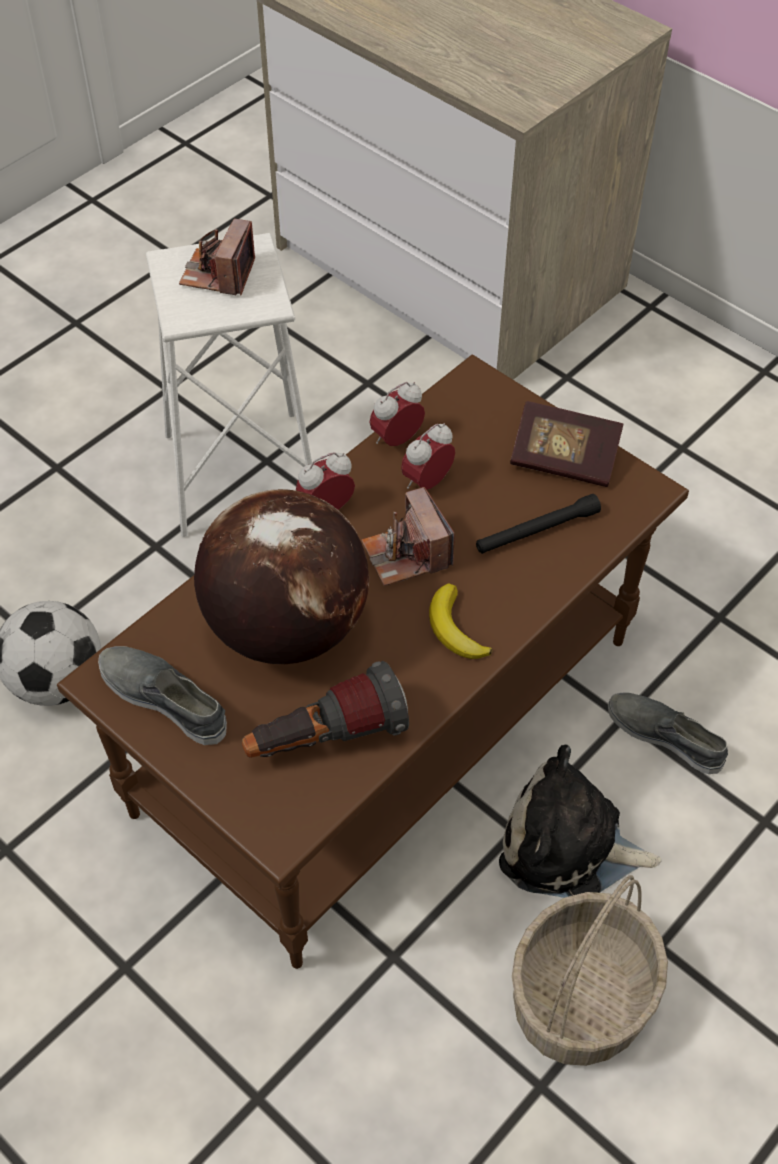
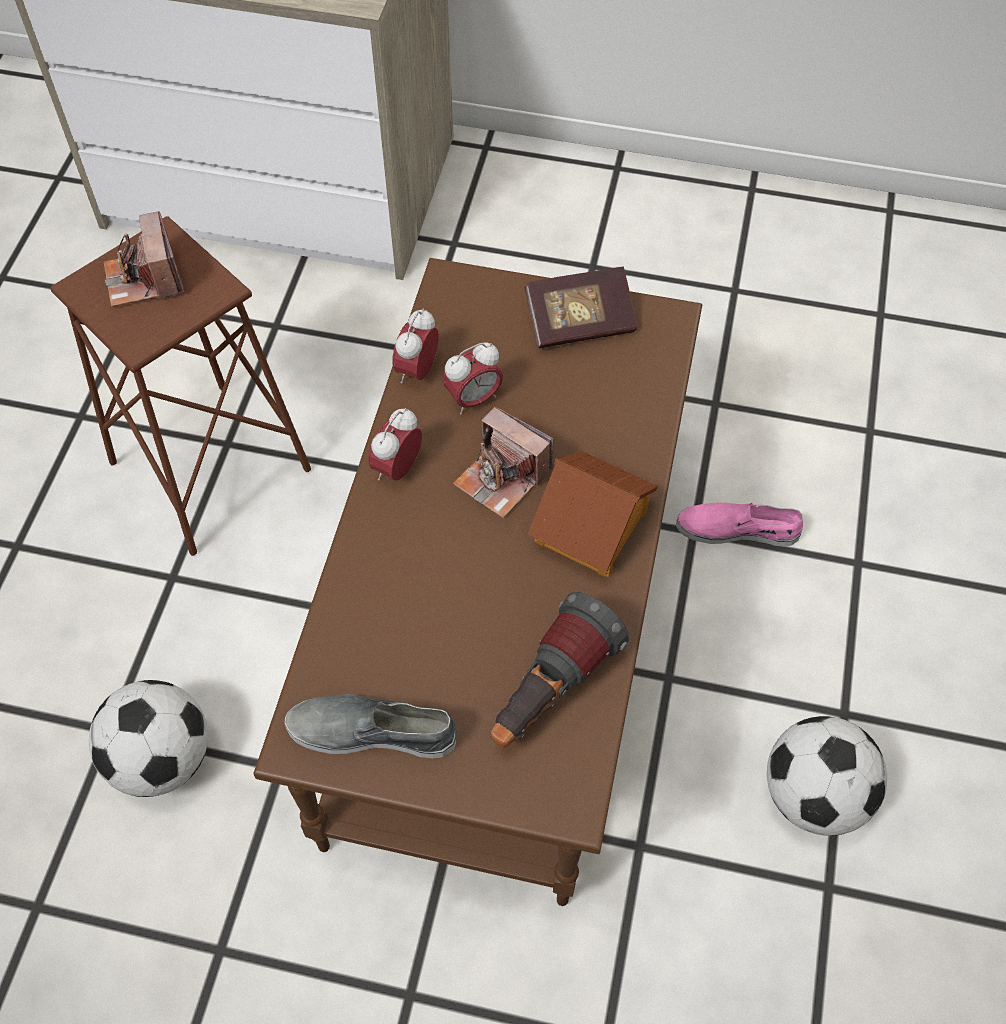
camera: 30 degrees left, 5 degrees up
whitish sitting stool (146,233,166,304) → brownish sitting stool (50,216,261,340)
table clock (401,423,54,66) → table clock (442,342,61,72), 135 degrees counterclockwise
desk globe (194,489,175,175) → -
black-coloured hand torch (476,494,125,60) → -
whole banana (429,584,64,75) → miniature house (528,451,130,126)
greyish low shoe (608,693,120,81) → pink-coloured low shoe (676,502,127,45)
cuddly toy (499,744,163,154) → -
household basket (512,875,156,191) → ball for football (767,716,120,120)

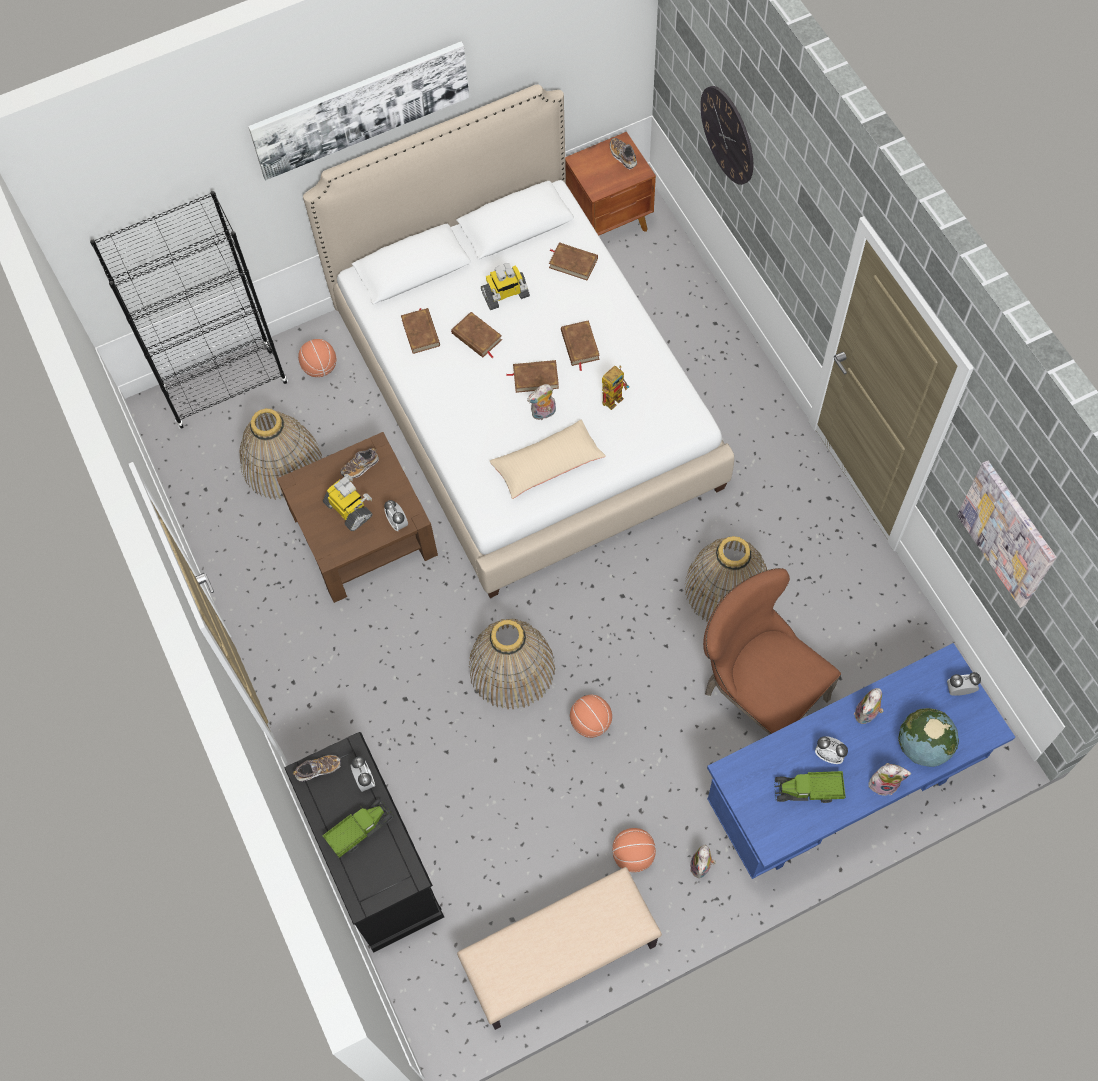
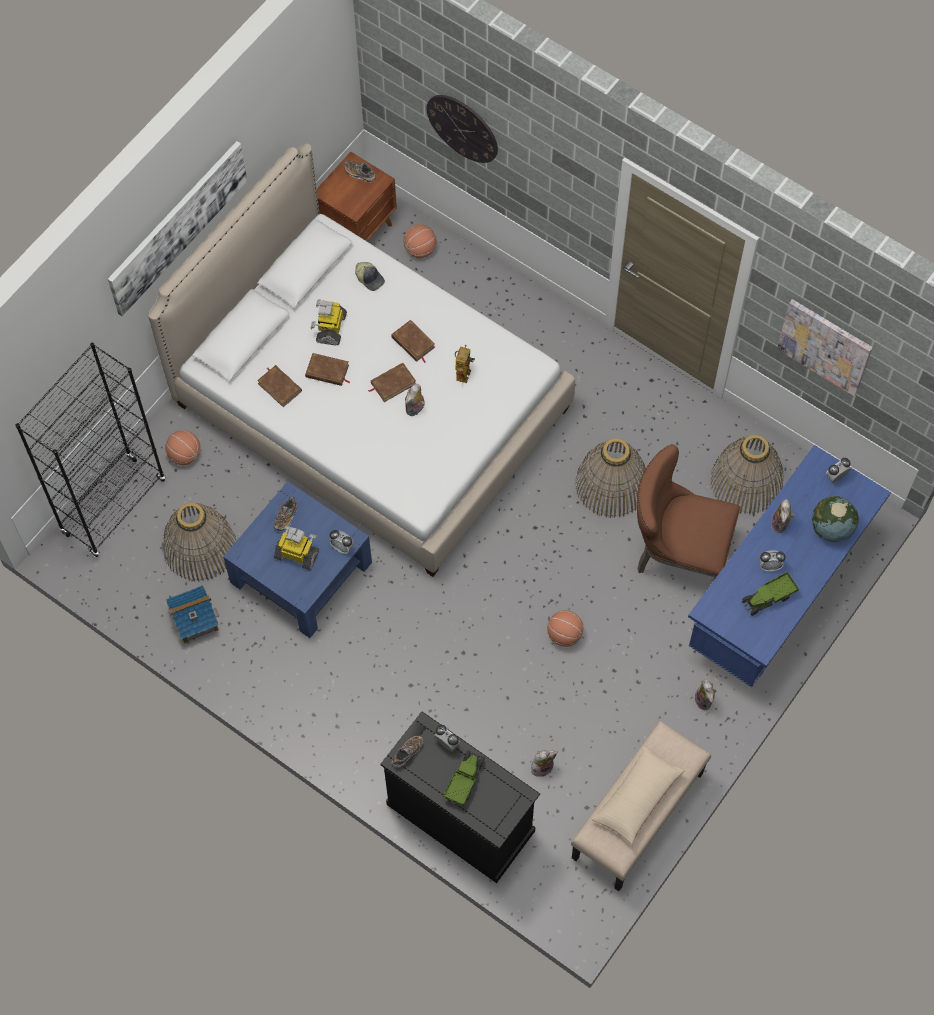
camera: 30 degrees left, 0 degrees up
brownish book (549,242,49,39) → peaked cap (355,262,30,29)
toy robot (481,263,49,47) → toy robot (311,299,36,46), 150 degrees clockwise
beige-coloured cushion (490,420,116,79) → beige-coloured cushion (591,746,94,99), moved
brownish low table (277,432,161,171) → bluish low table (223,481,149,157)
household basket (469,619,86,91) → household basket (710,435,74,79), moved
cuddly toy (869,763,42,33) → cuddly toy (531,750,26,27), moved
ball for basketball (612,828,44,44) → ball for basketball (403,224,33,34), moved
- → miniature house (166,585,53,58)

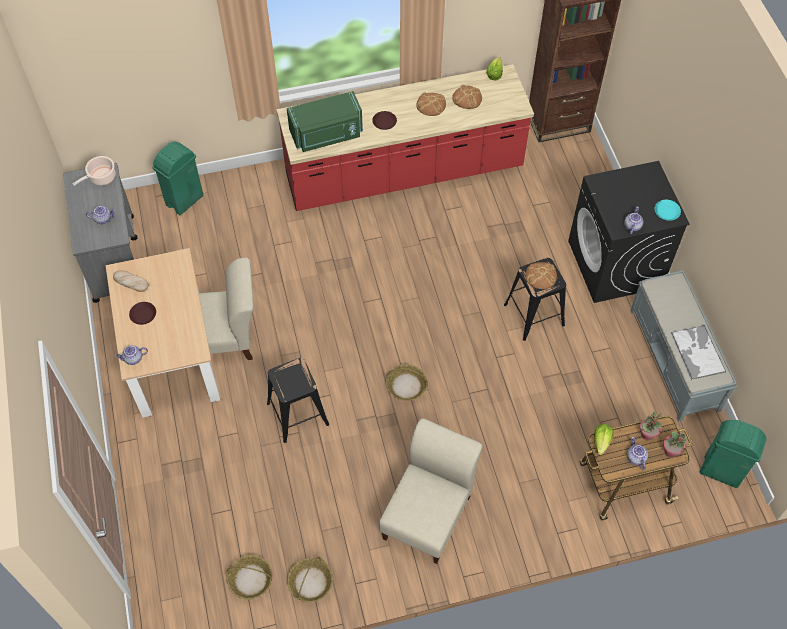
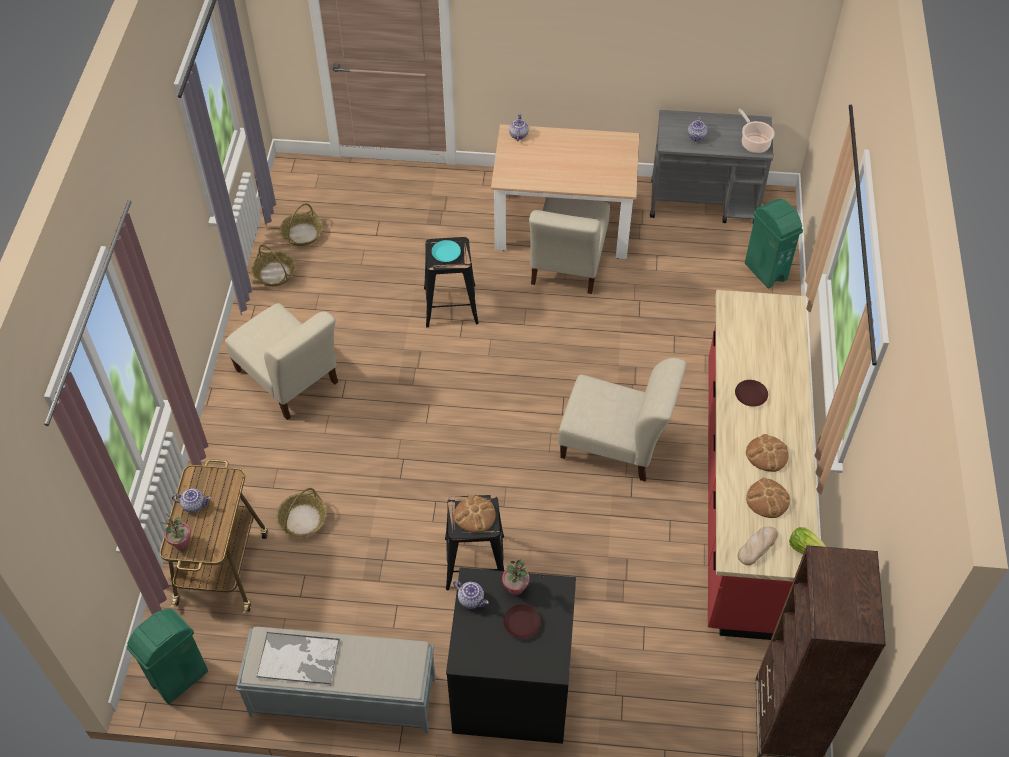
camera: 110 degrees right, 5 degrees down
green microwave (287,91,76,61) → -
turquoise dinner plate (655,200,26,21) → turquoise dinner plate (432,240,29,22), moved
baked bread (113,270,36,22) → baked bread (738,527,40,38), moved
brownish dinner plate (129,302,27,23) → brownish dinner plate (503,604,38,35), moved
household basket (386,364,41,37) → household basket (276,488,51,49), moved
houseplant (640,411,22,29) → houseplant (502,559,27,36), moved
lettuce (593,424,21,31) → -
- → beige-coloured chair (558,358,128,123)

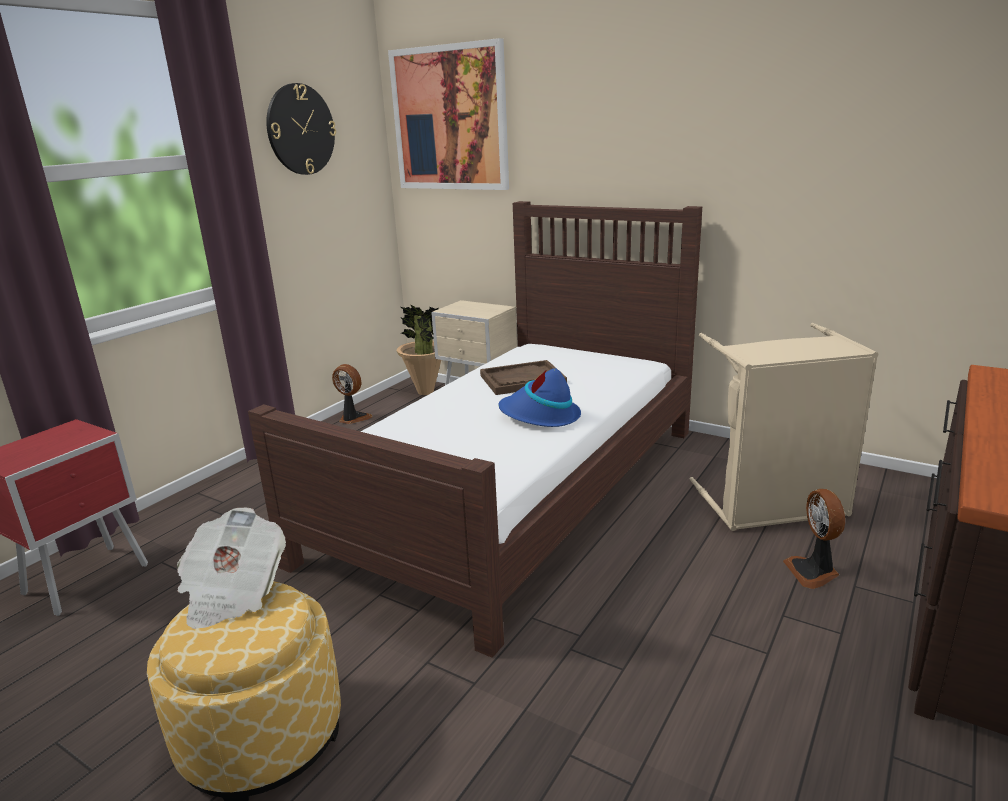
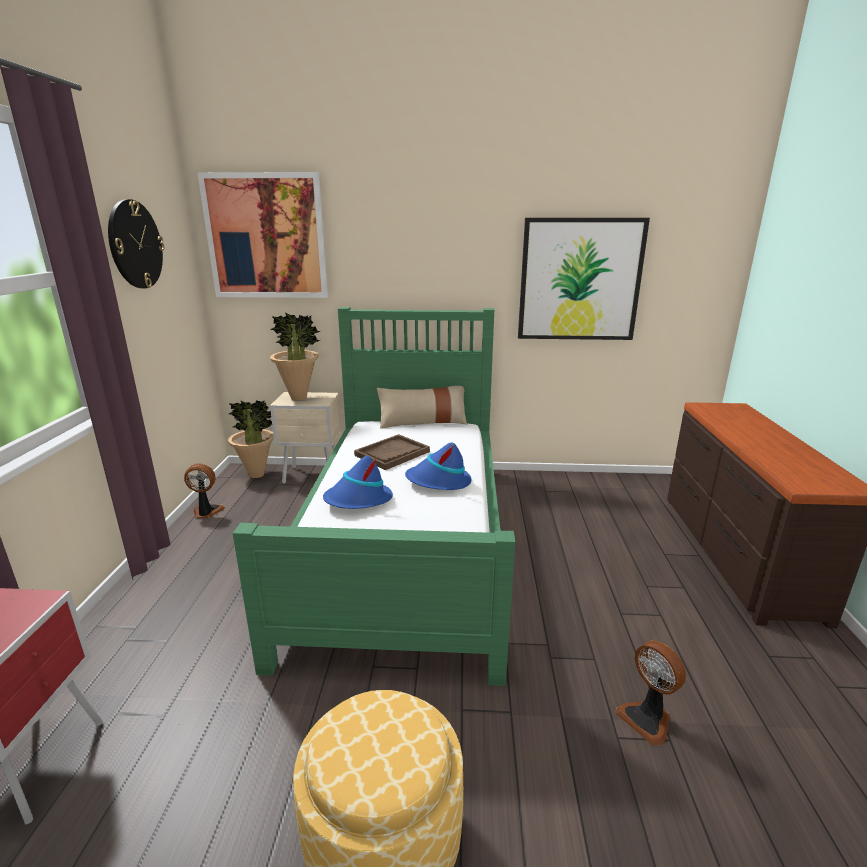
camera: 30 degrees left, 0 degrees up
brownish bed (248,201,454,457) → green bed (233,307,282,379)
beige-coloured hamper (690,323,188,208) → -
cooling fan (783,489,62,100) → cooling fan (616,640,70,106), moved
newspaper (176,507,110,122) → -
- → picture (518,218,132,122)
- → houseplant (270,313,50,88)
- → beige-coloured cushion (377,386,90,43)
- → bluish clothing hat (323,456,70,53)

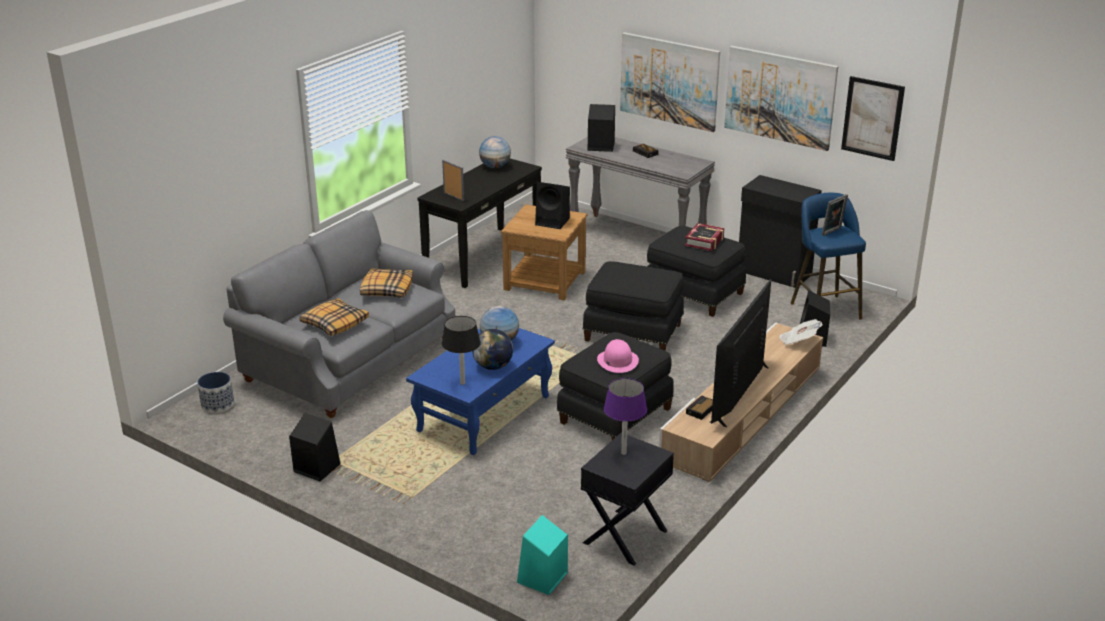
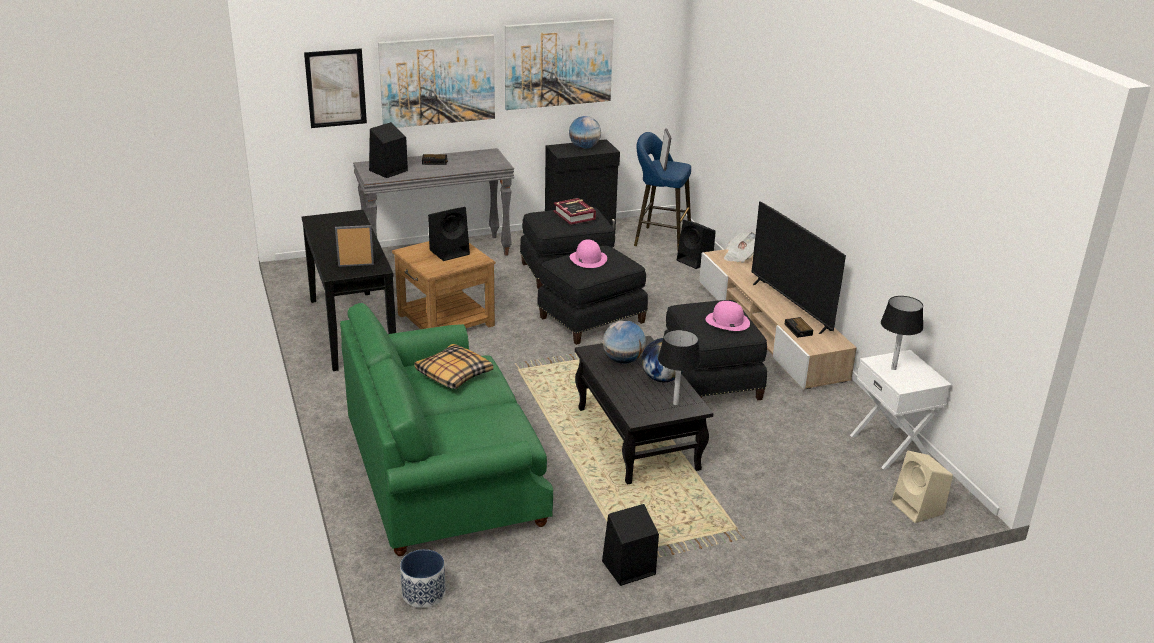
camera: 55 degrees left, 0 degrees up
picture (841,76,64,85) → picture (304,49,63,79), moved
desk globe (479,136,32,32) → desk globe (569,116,32,33), moved
greyish couch (223,210,232,208) → green couch (340,303,213,253)
cushion (300,298,69,38) → -
bluish low table (406,328,149,127) → black-coloured low table (575,336,138,149)
purple lamp for a table (604,378,43,77) → black-coloured lamp for a table (881,296,42,74)
black-coloured night table (581,433,93,133) → whitish night table (850,350,101,119)
turquoise audio speaker (517,515,51,80) → beige-coloured audio speaker (891,451,62,72)
- → pink-coloured clothing hat (570,239,37,29)

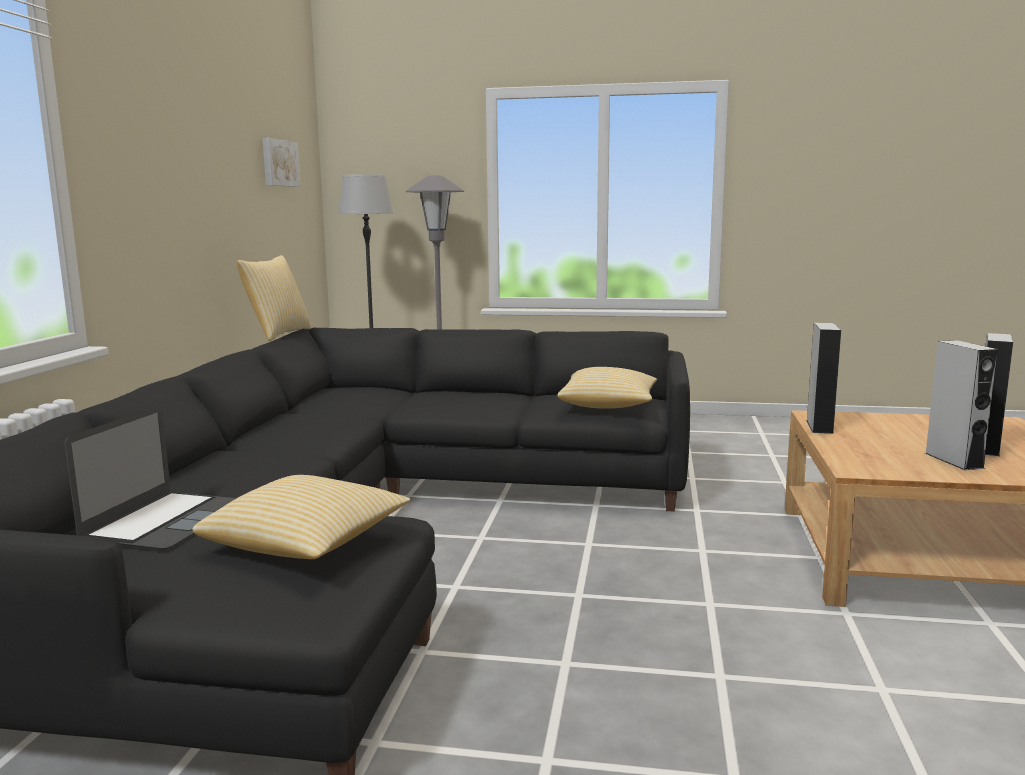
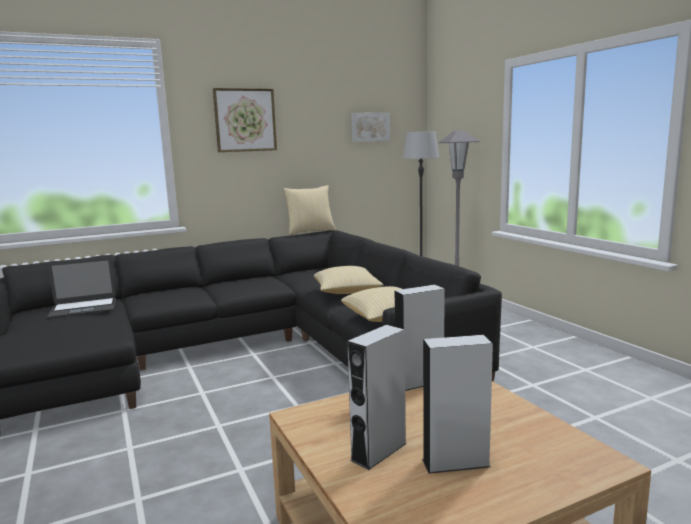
camera: 55 degrees right, 0 degrees up
cushion (192,475,219,84) → cushion (314,266,70,28), moved
- → picture (213,88,64,64)

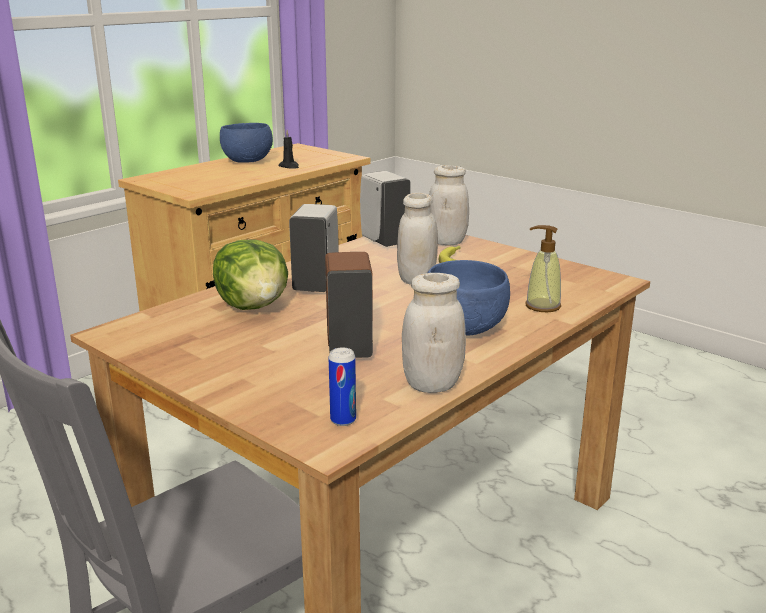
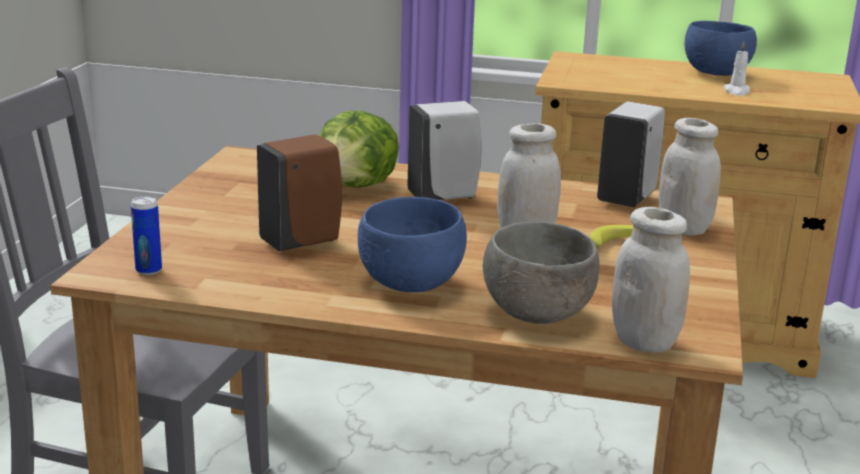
camera: 60 degrees right, 0 degrees up
black-coloured candle (278,130,21,39) → whitish candle (724,41,26,55)
soap bottle (526,225,35,87) → greyish deep dish (483,222,116,102)
whitish jar (402,273,64,120) → whitish jar (612,207,78,146), moved

